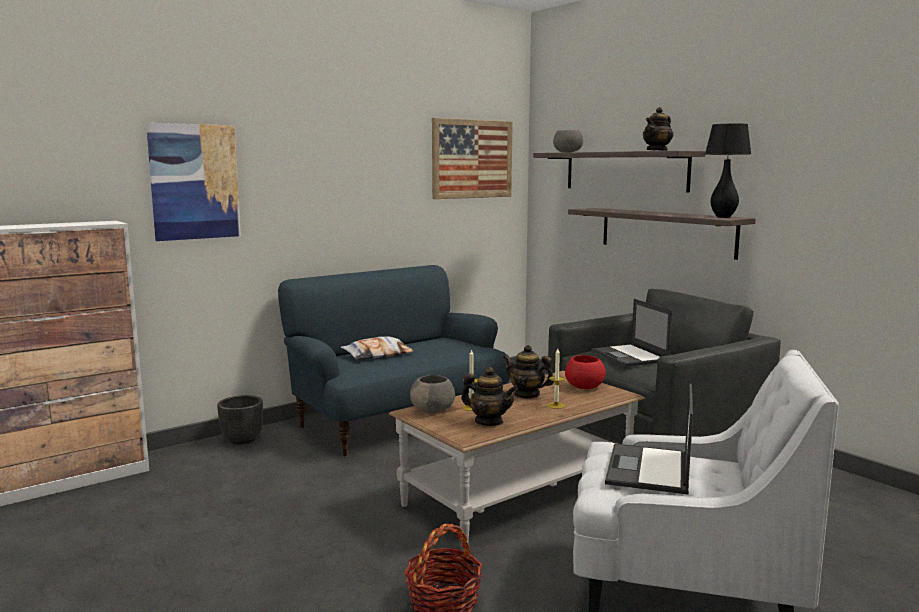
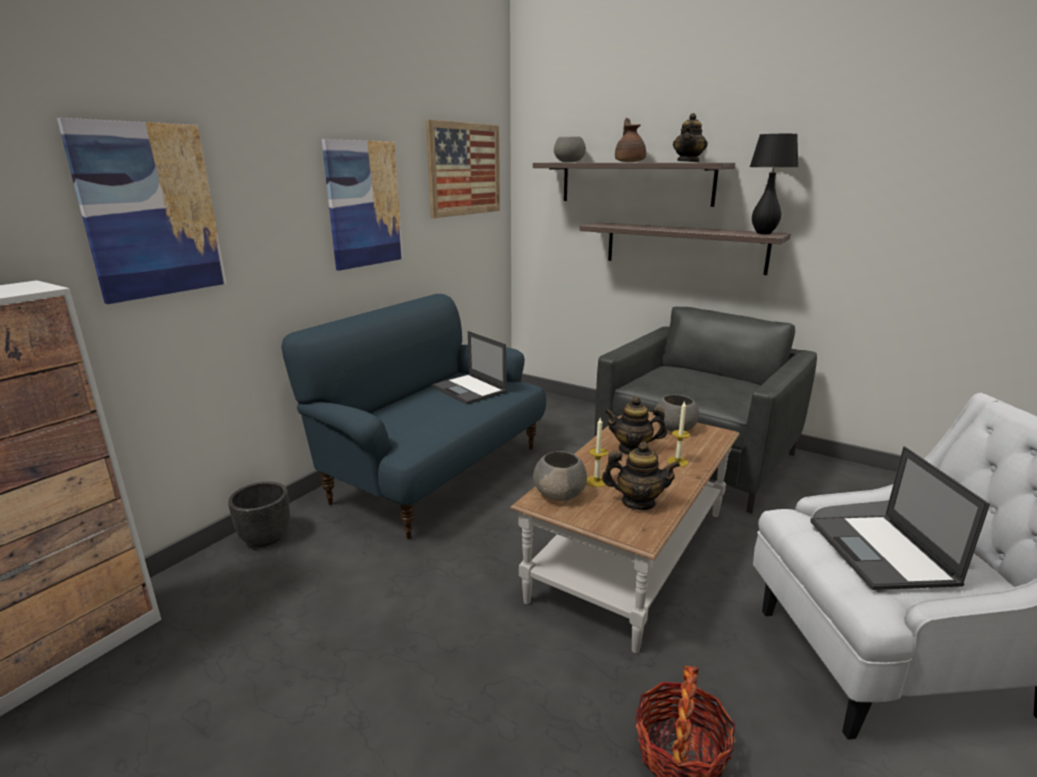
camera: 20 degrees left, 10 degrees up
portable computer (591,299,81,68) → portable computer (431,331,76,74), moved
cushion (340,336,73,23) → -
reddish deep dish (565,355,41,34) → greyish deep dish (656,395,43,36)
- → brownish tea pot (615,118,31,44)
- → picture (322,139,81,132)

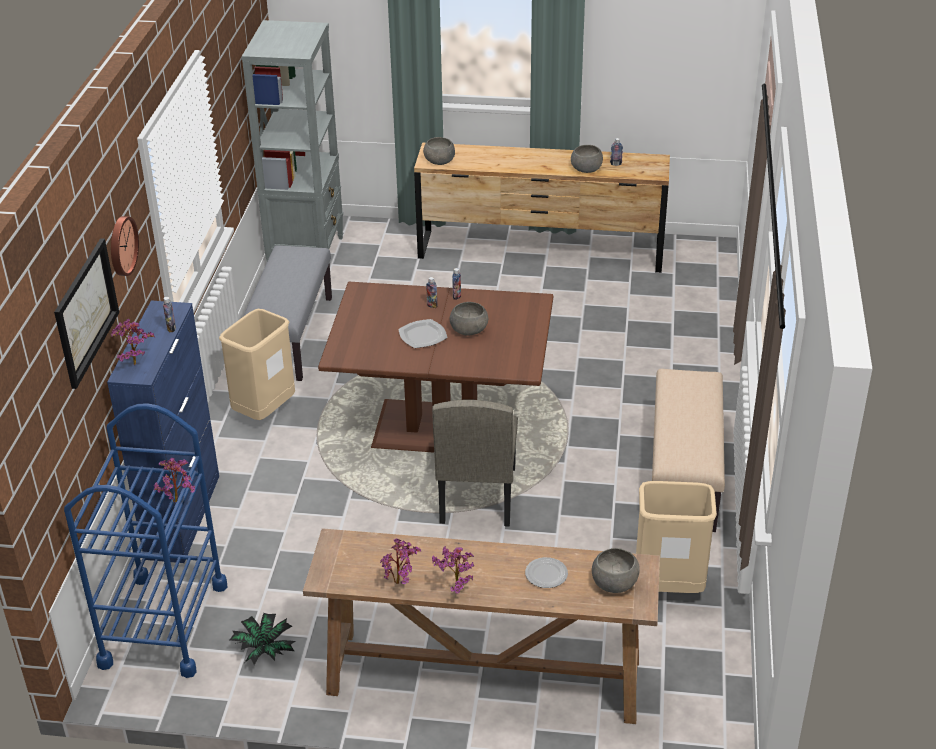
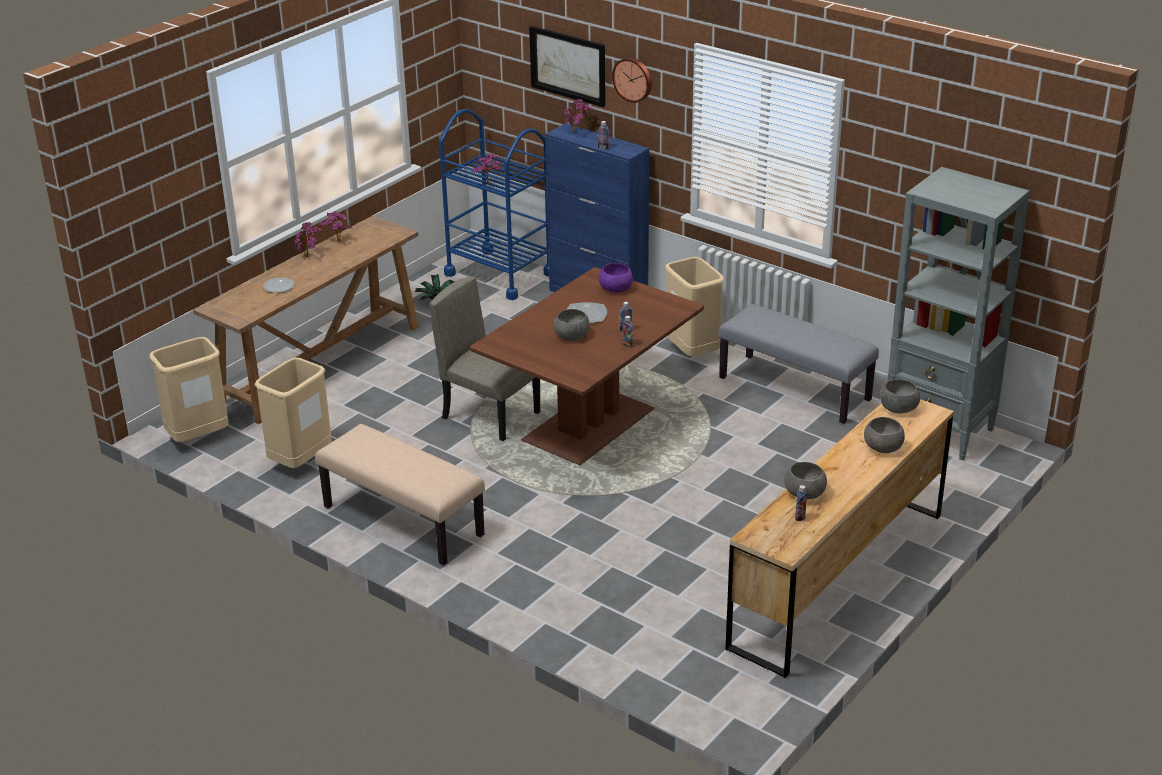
camera: 120 degrees right, 5 degrees down
greyish deep dish (592,548,48,45) → greyish deep dish (864,417,41,36), moved
- → purple deep dish (599,263,34,30)
- → beige-coloured trash can (150,337,79,105)

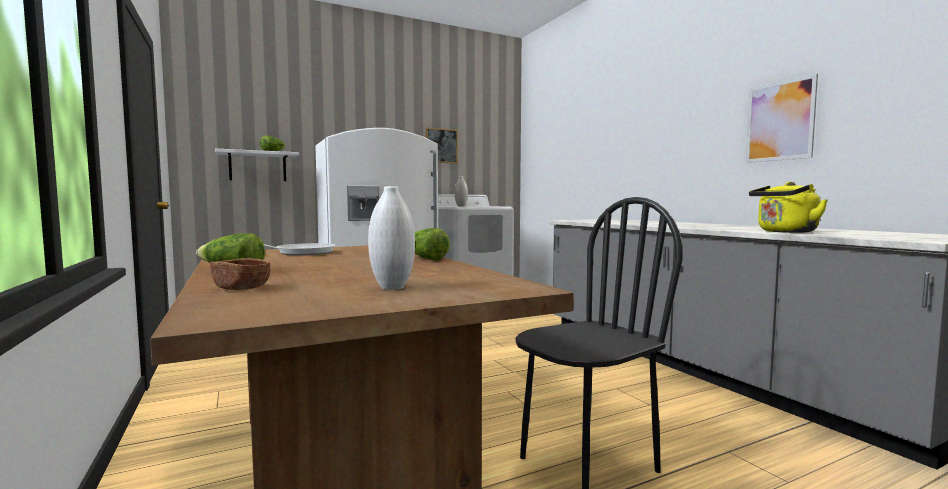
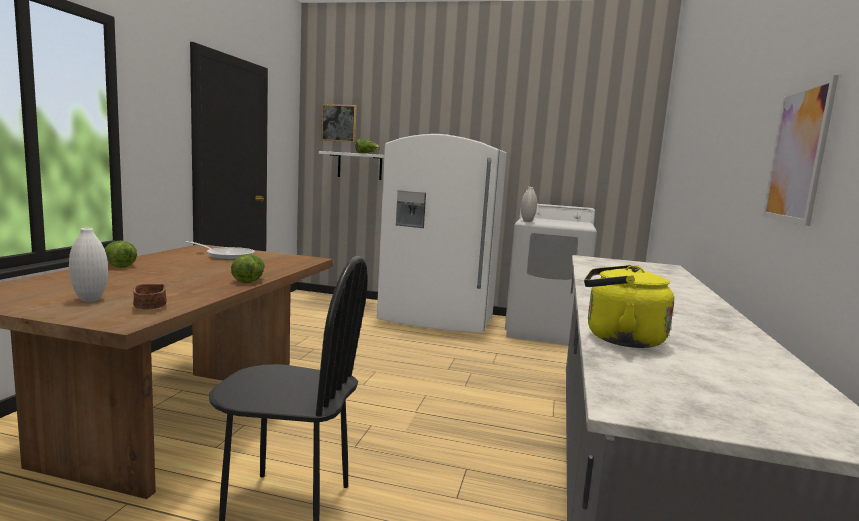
camera: 40 degrees right, 5 degrees up
picture (426,128,32,36) → picture (321,104,35,38), moved
brownish deep dish (210,258,60,32) → brownish deep dish (133,284,34,25), moved

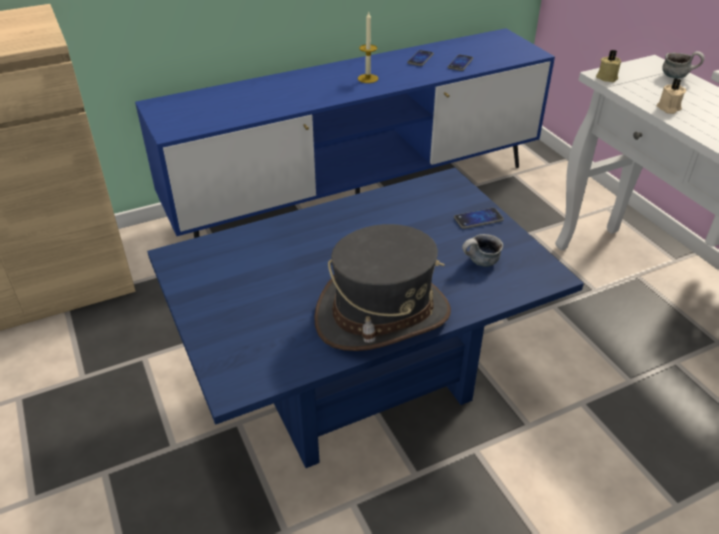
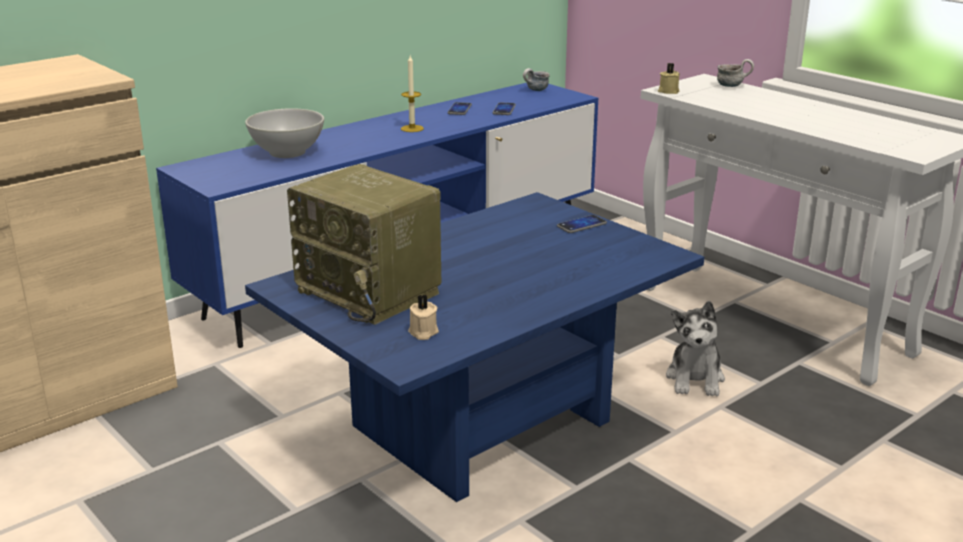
camera: 15 degrees left, 15 degrees down
beige-coloured candle (657,78,29,36) → beige-coloured candle (408,295,31,45), moved
greyish clothing hat (314,224,137,127) → -
tea mug (462,234,41,33) → tea mug (523,68,27,23), moved
- → whitish deep dish (245,108,79,50)
- → radio receiver (287,164,154,161)
- → cuddly toy (666,301,59,95)

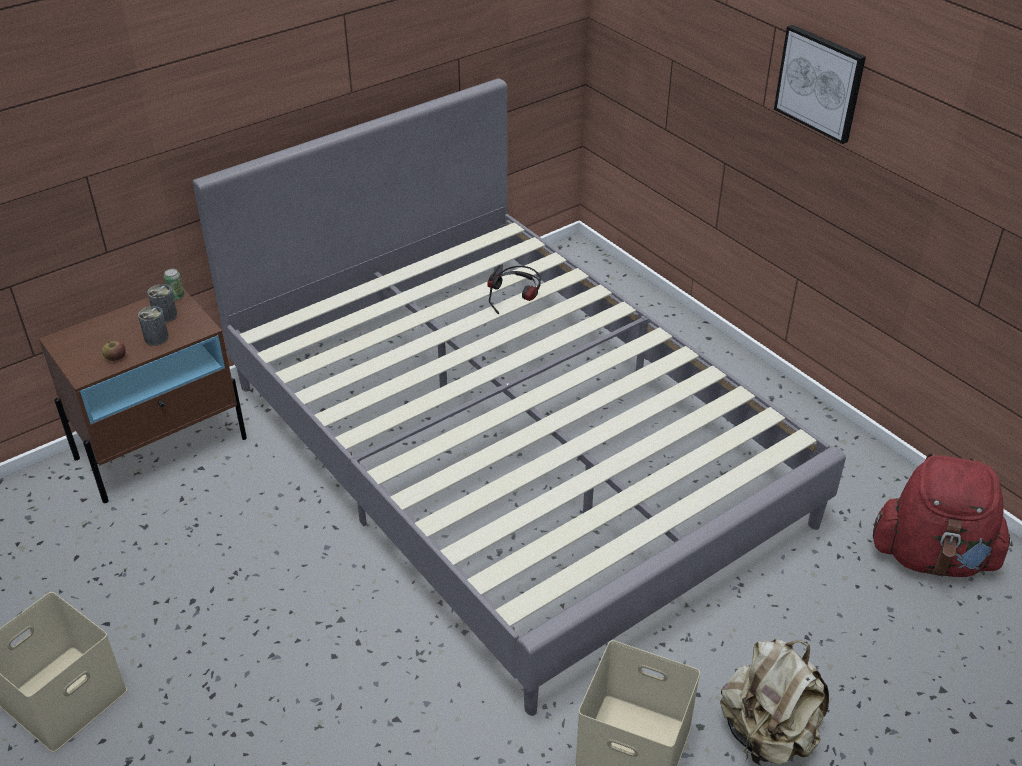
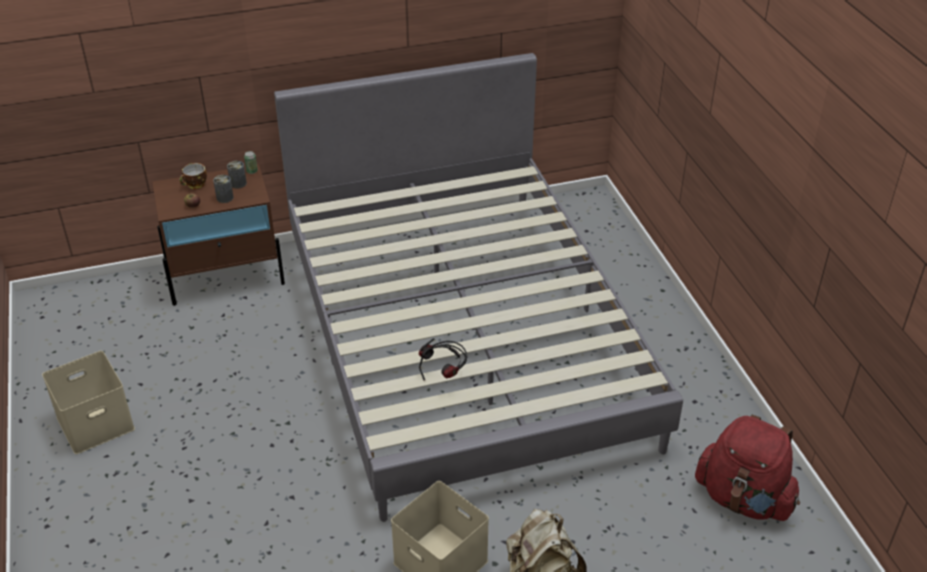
camera: 20 degrees right, 0 degrees up
picture (774,24,92,120) → -
headphones (487,265,54,49) → headphones (419,338,48,43), moved
- → cup (180,163,27,26)

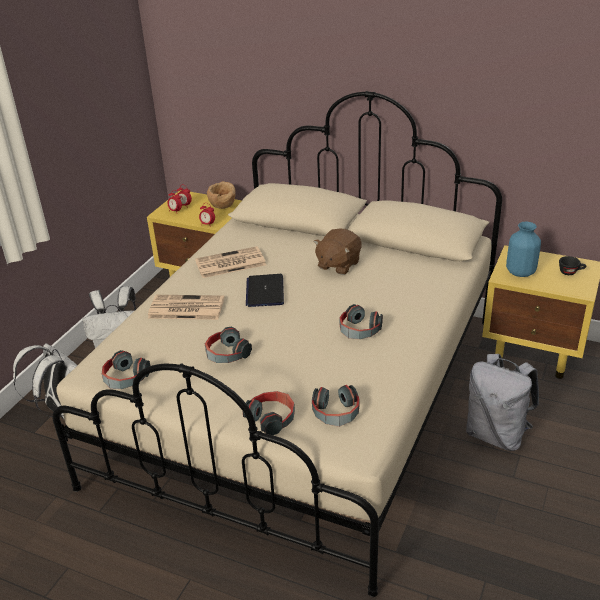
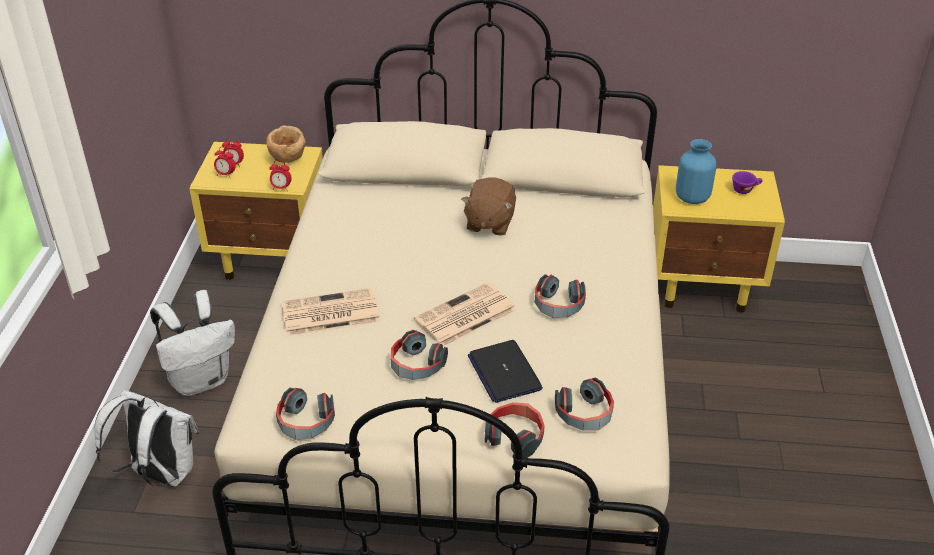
camera: 20 degrees left, 5 degrees up
newspaper (195,246,71,32) → newspaper (414,282,103,65), moved
black-coloured cup (559,256,27,19) → purple cup (732,171,31,23)
portable computer (246,274,38,33) → portable computer (468,340,75,63), moved
greyish rucksack (466,354,73,97) → -

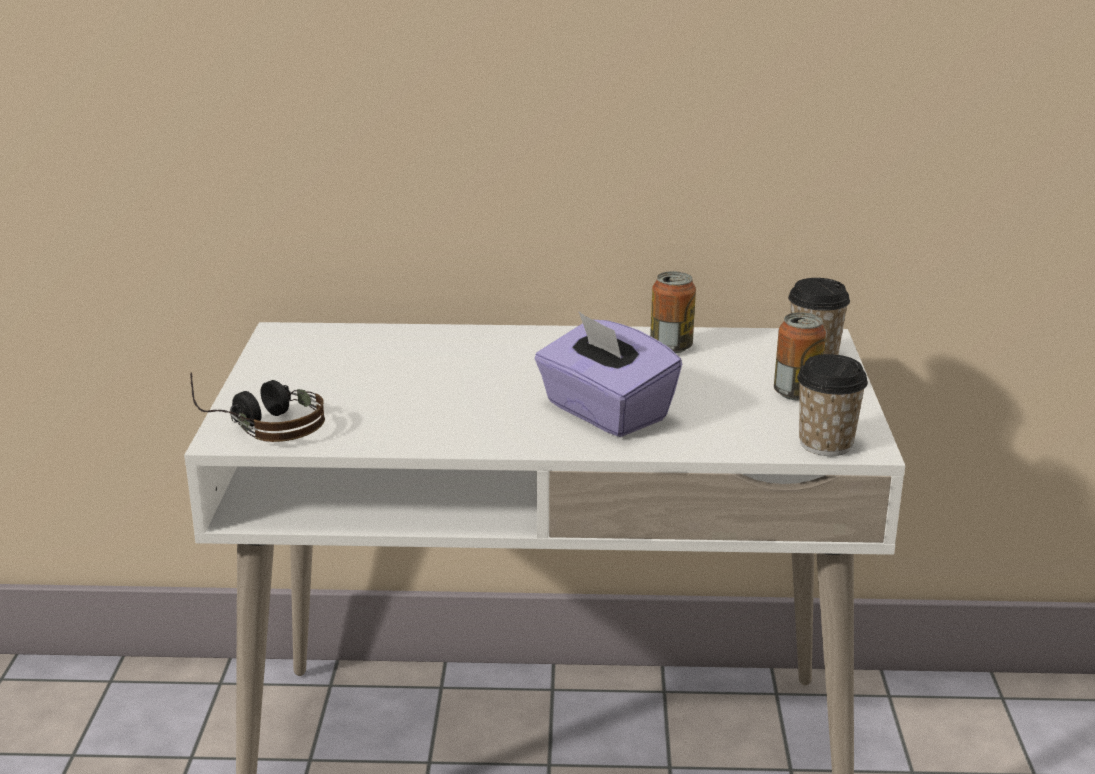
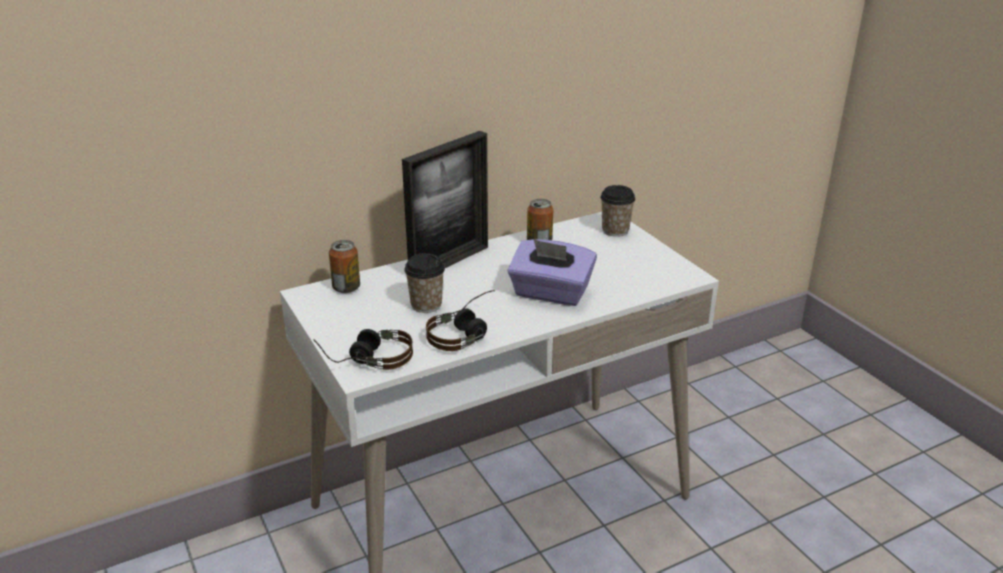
camera: 30 degrees left, 5 degrees up
sealed can (774,312,52,89) → sealed can (329,240,31,53), moved
cup (797,354,71,102) → cup (404,253,41,60), moved
- → picture frame (402,131,86,137)
- → headphones (426,290,69,61)

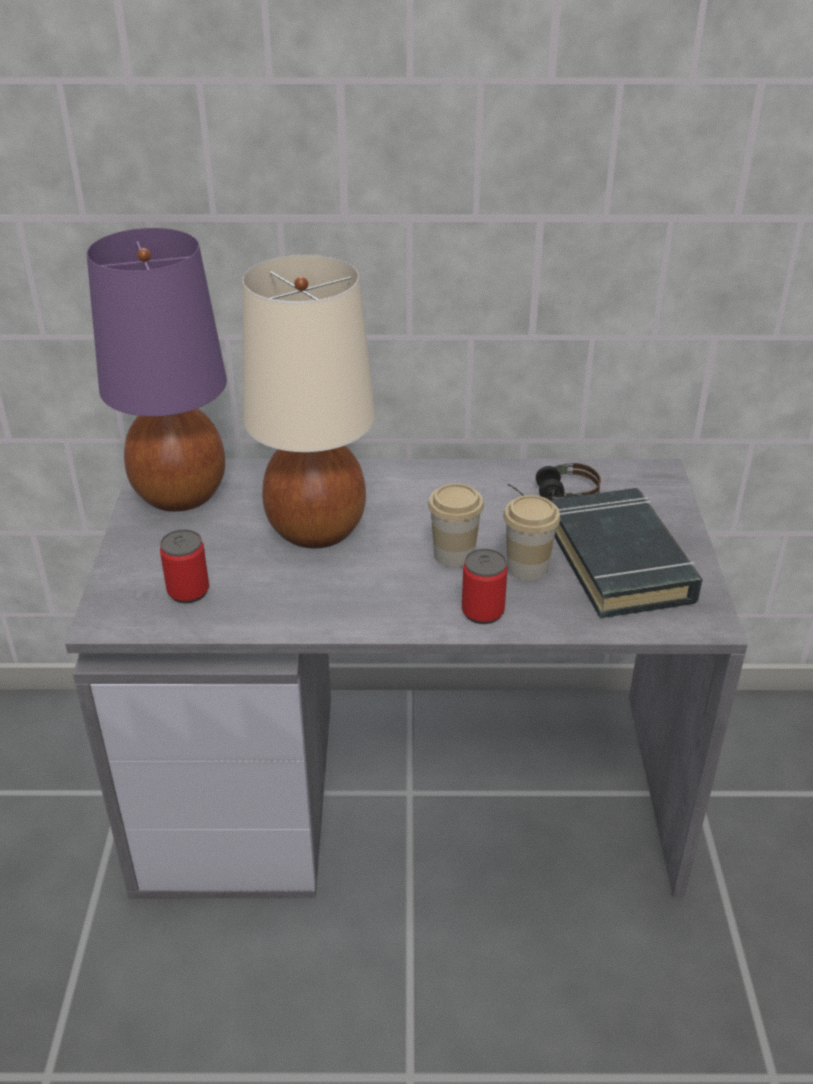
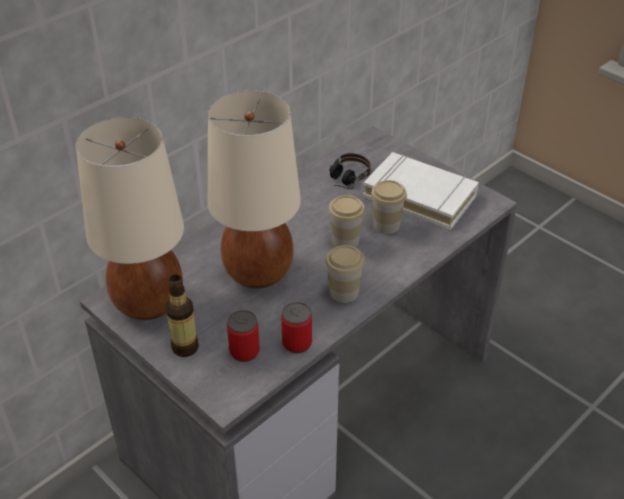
camera: 45 degrees left, 5 degrees up
purple lamp for a table (87,228,140,284) → beige-coloured lamp for a table (76,117,108,203)
black-coloured book (550,488,153,130) → whitish book (363,152,116,78)
sealed can (462,549,46,75) → sealed can (281,302,31,51), moved
- → cup (326,245,39,58)
- → drink bottle (166,274,33,83)

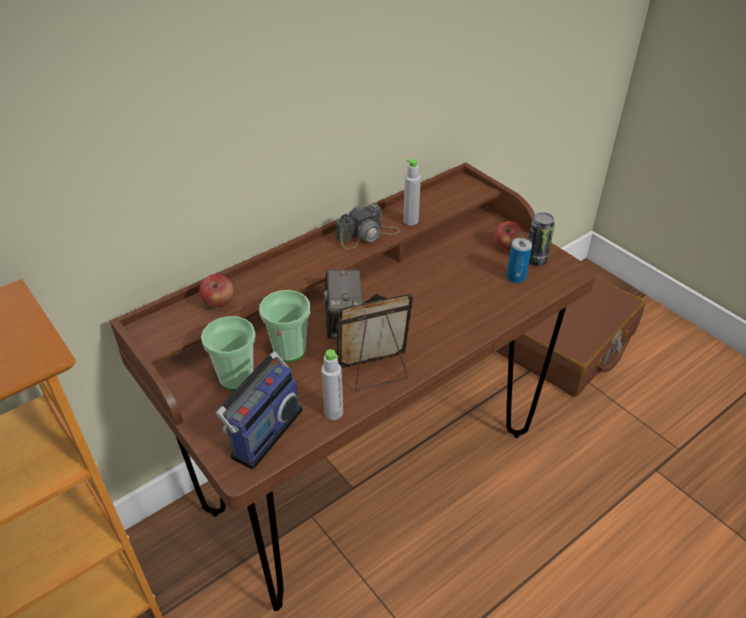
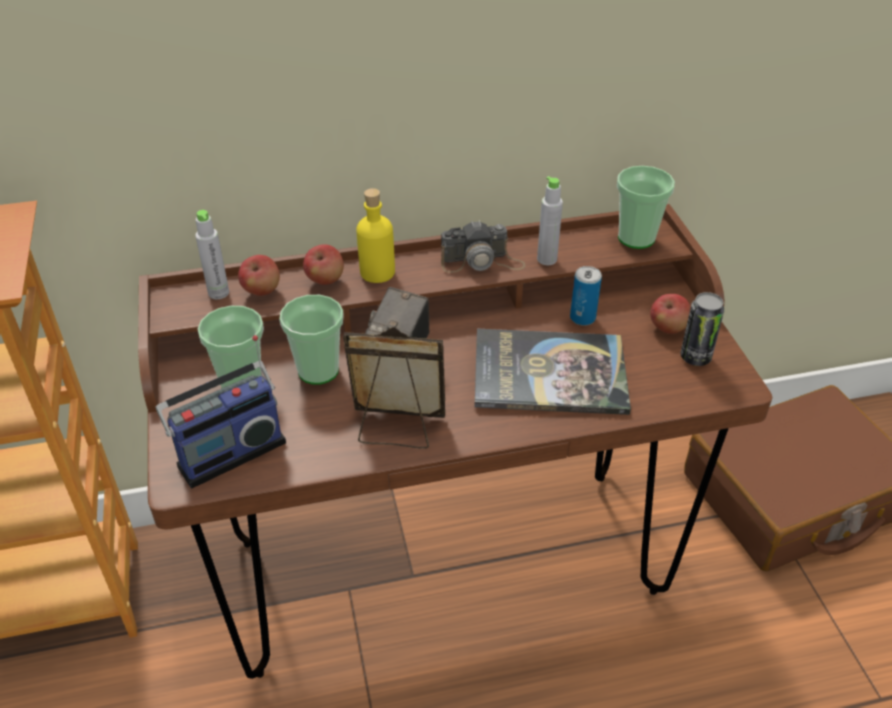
camera: 25 degrees right, 0 degrees up
sealed can (506,238,26,45) → sealed can (570,266,32,60), moved
greyish drink bottle (321,349,22,71) → greyish drink bottle (195,210,34,89), moved
- → cup (617,166,58,83)
- → yellow-coloured drink bottle (356,188,39,95)
- → apple (303,244,41,41)
- → book (474,329,157,86)

